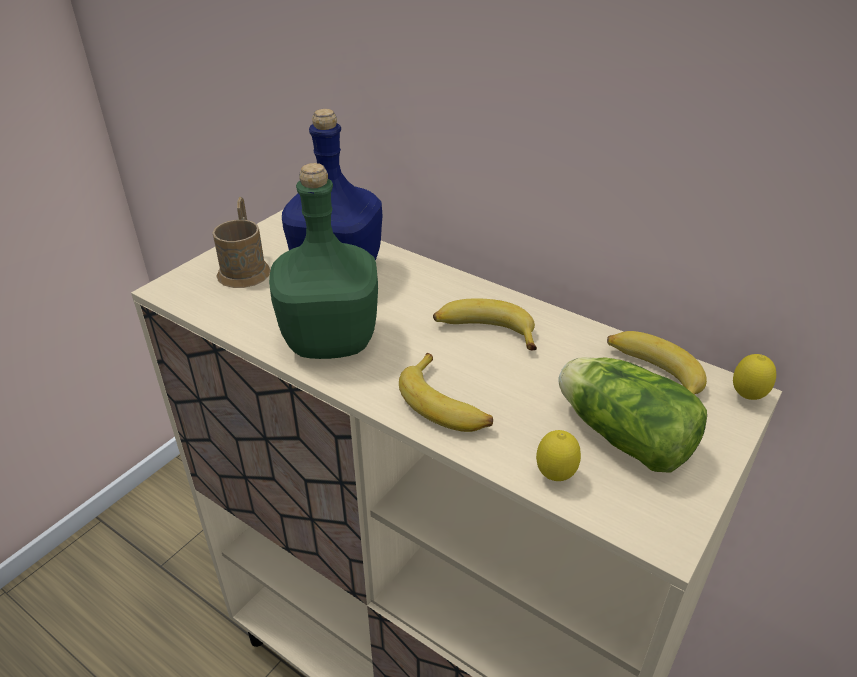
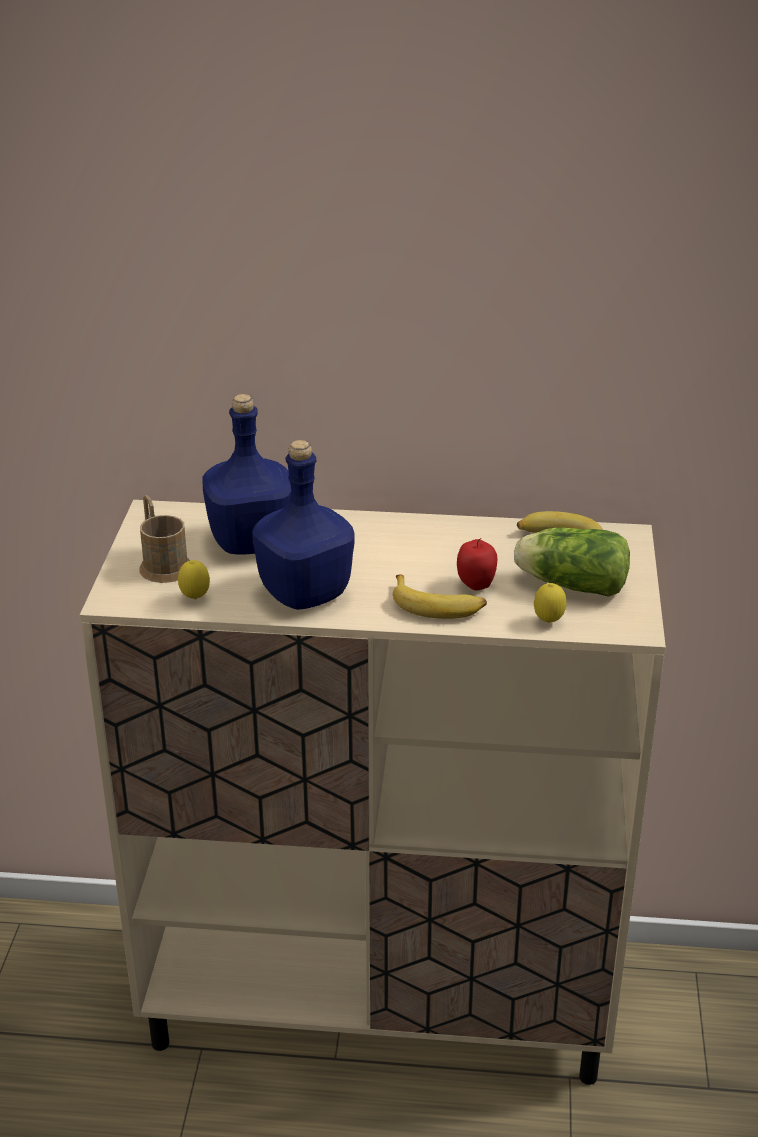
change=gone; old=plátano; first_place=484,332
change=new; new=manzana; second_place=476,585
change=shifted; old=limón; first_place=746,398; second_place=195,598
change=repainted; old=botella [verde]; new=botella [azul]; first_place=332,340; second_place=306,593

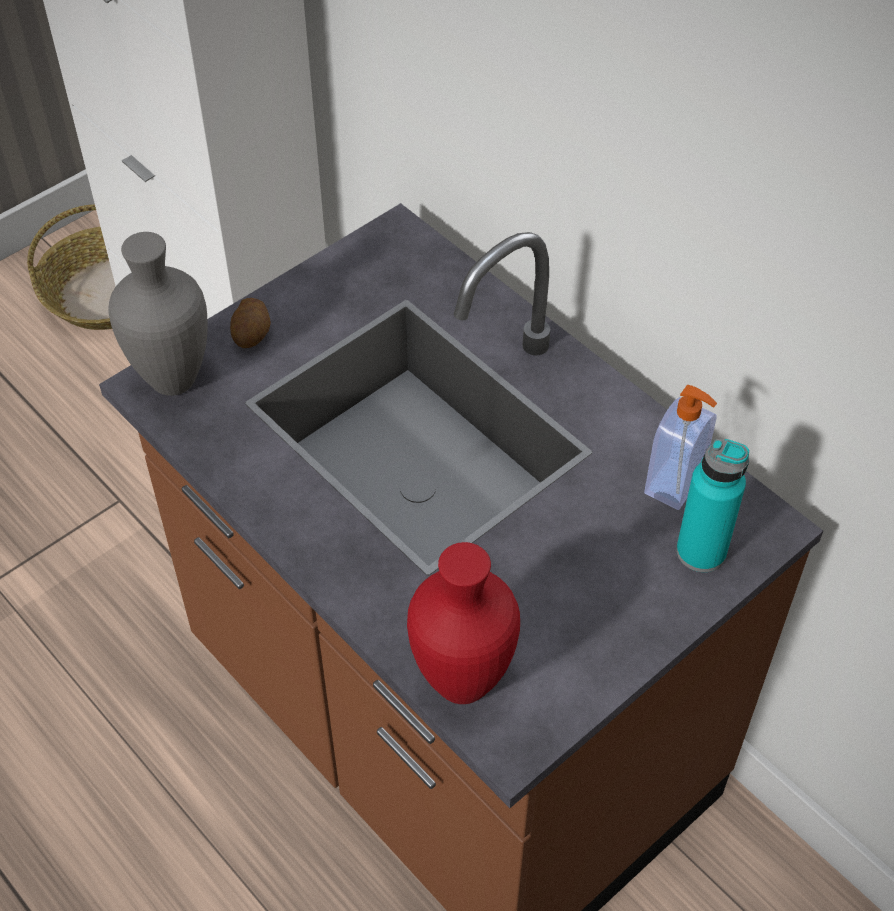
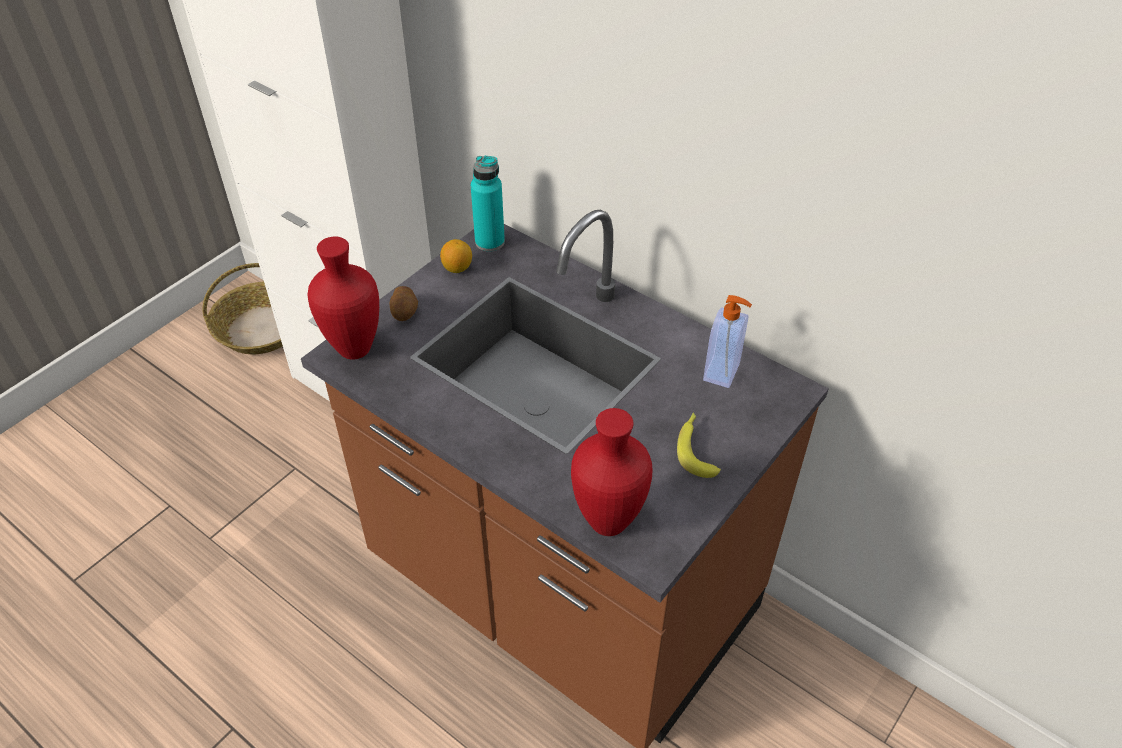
change=new; new=limón; second_place=457,268
change=new; new=plátano; second_place=696,448
change=shifted; old=botella [turquesa]; first_place=701,551; second_place=489,242
change=repainted; old=florero [gris]; new=florero [rojo]; first_place=176,379; second_place=356,348

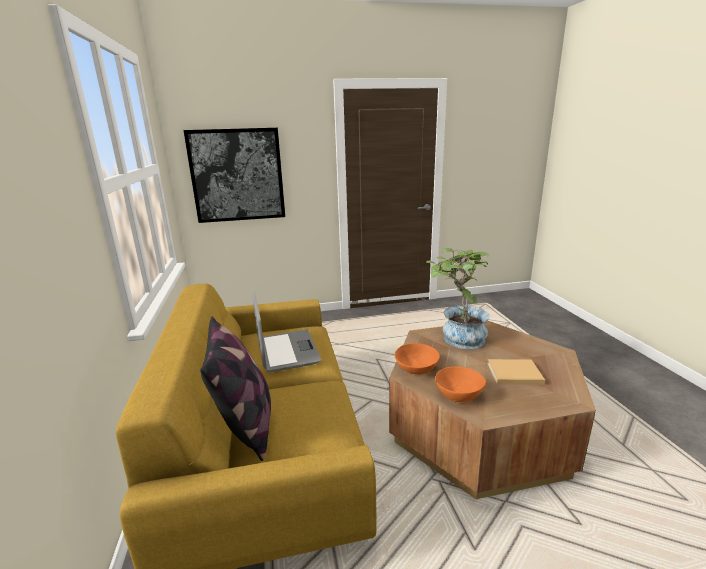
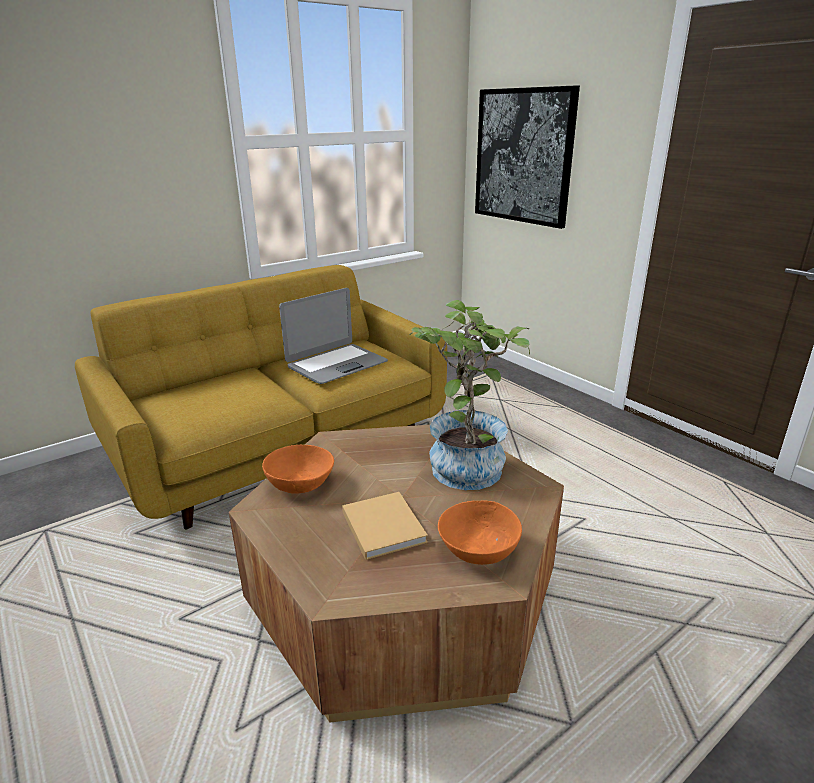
change=gone; old=cojín; first_place=246,425
change=shifted; old=cuenco [naranja]; first_place=416,369; second_place=478,550

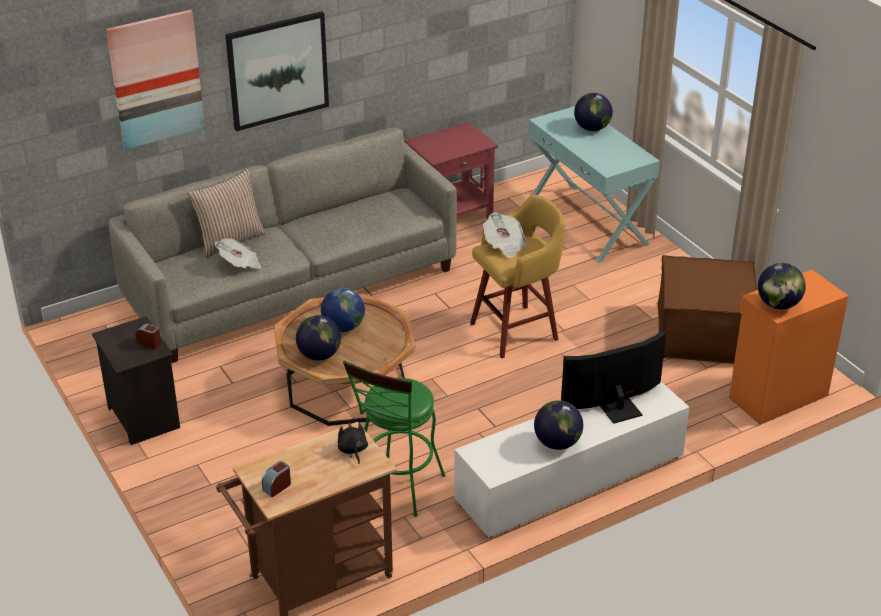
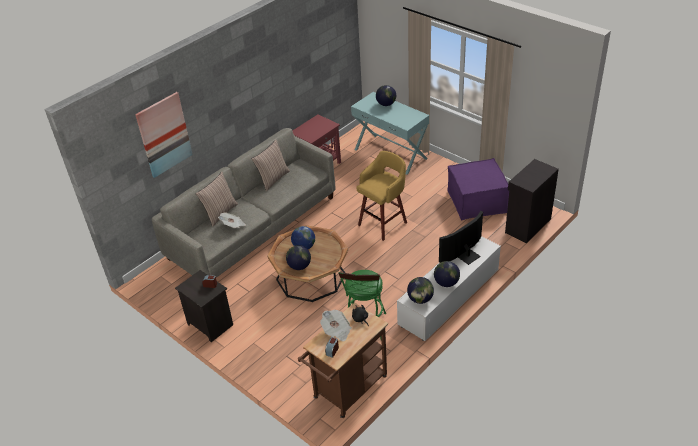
change=gone; old=cuadro; first_place=277,70
change=new; new=cojín; second_place=273,179
change=shifted; old=periódico; first_place=504,245; second_place=336,331
change=shifted; old=globo terráqueo; first_place=778,305; second_place=420,299
change=repainted; old=puf [marrón]; new=puf [morado]; first_place=703,334; second_place=477,201
change=repainted; old=armario [naranja]; new=armario [negro]; first_place=776,396; second_place=527,225

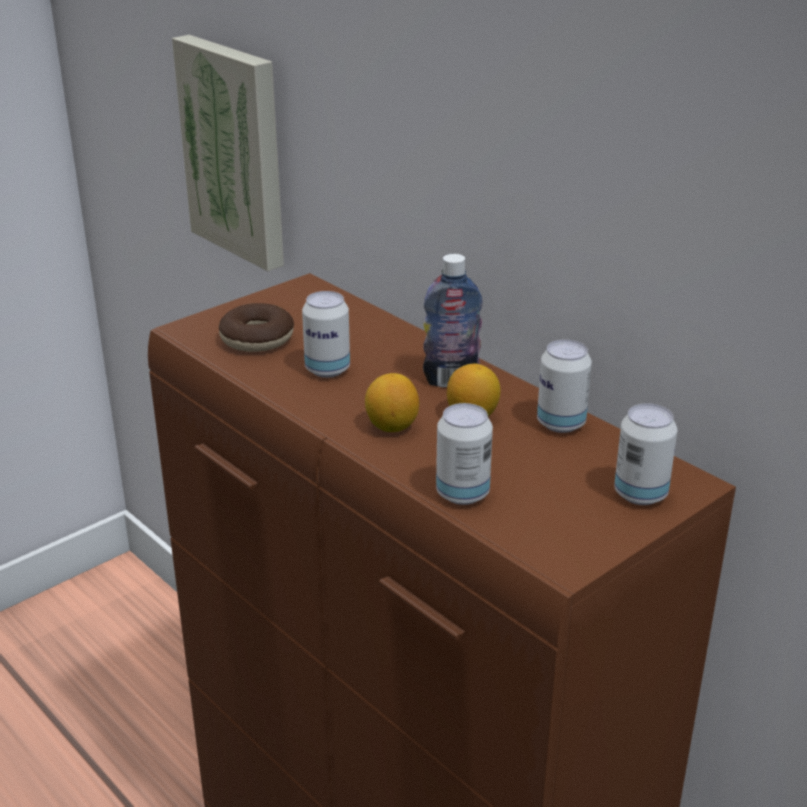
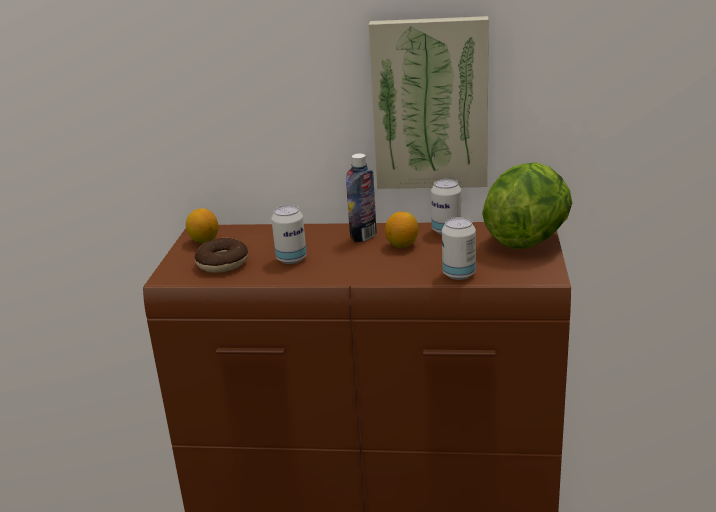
change=shifted; old=cuadro; first_place=236,151; second_place=430,103
change=shifted; old=limón; first_place=392,426; second_place=204,240
change=swapped; old=lata; new=lechuga; first_place=640,494; second_place=527,240

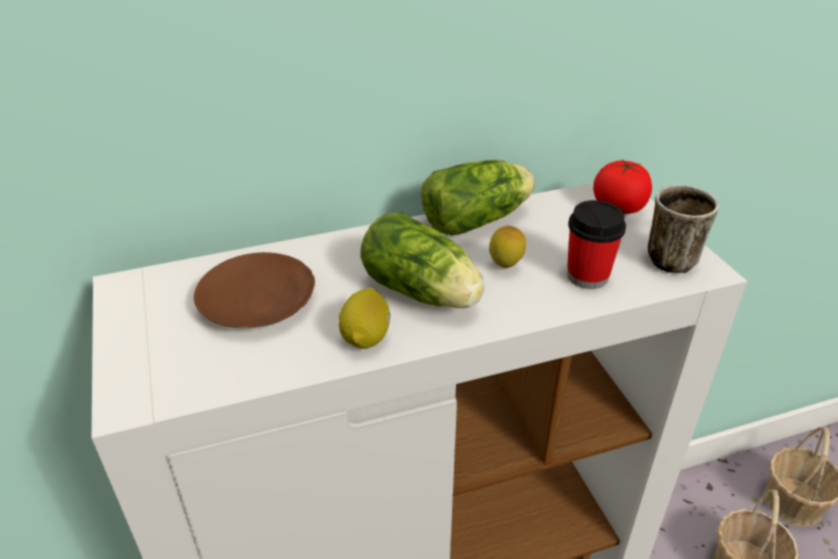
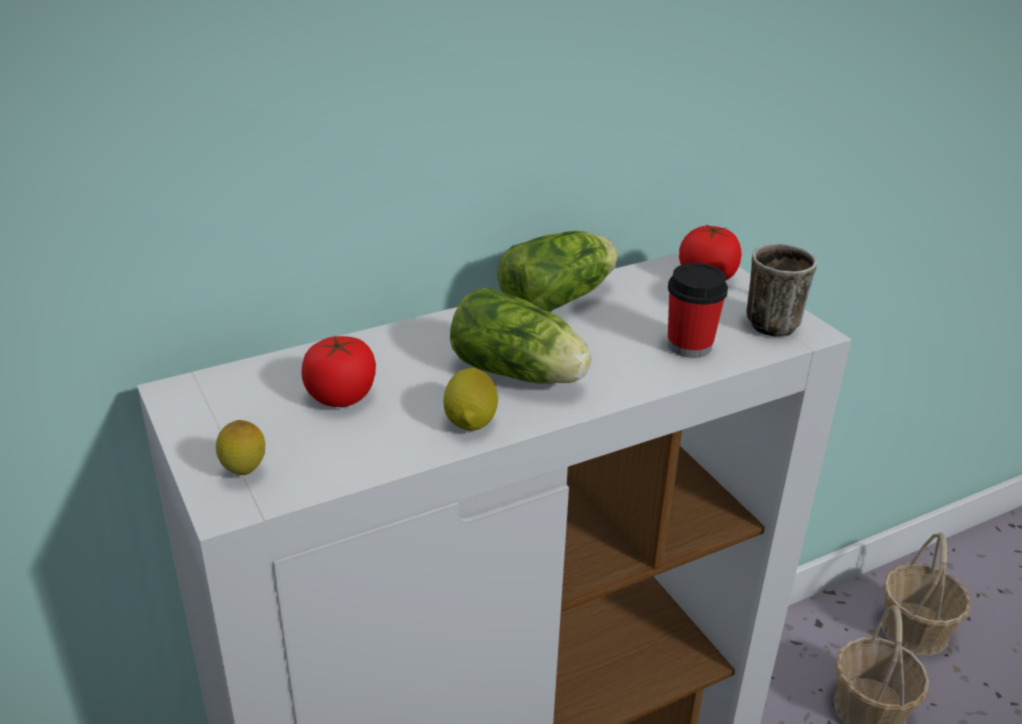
change=shifted; old=limón; first_place=505,267; second_place=244,473
change=swapped; old=plato [marrón]; new=tomate; first_place=259,302; second_place=341,396

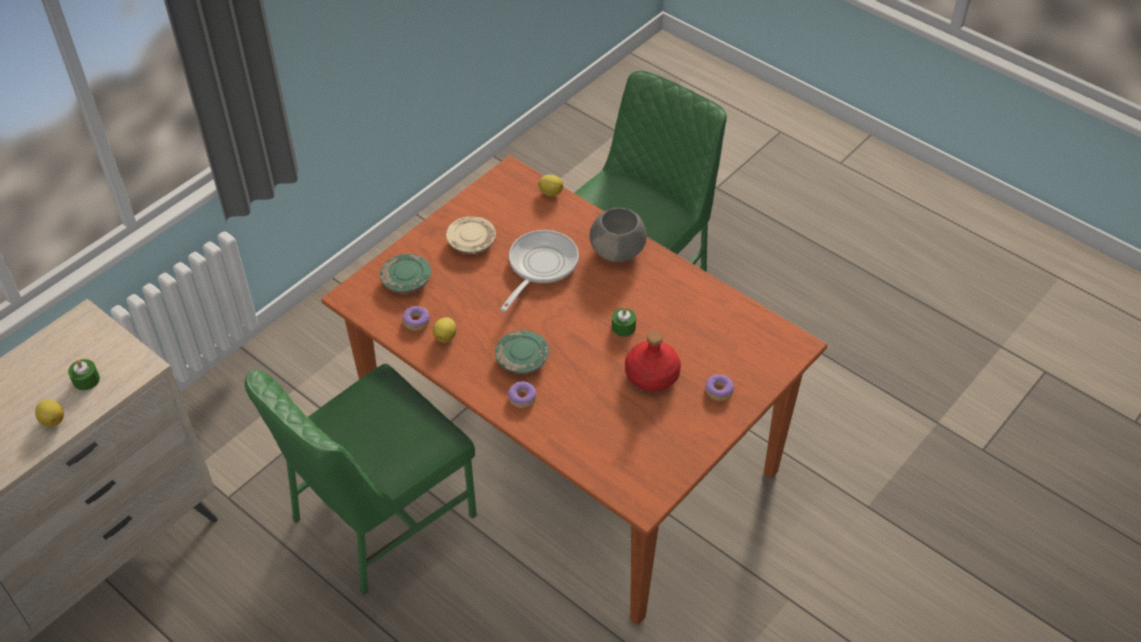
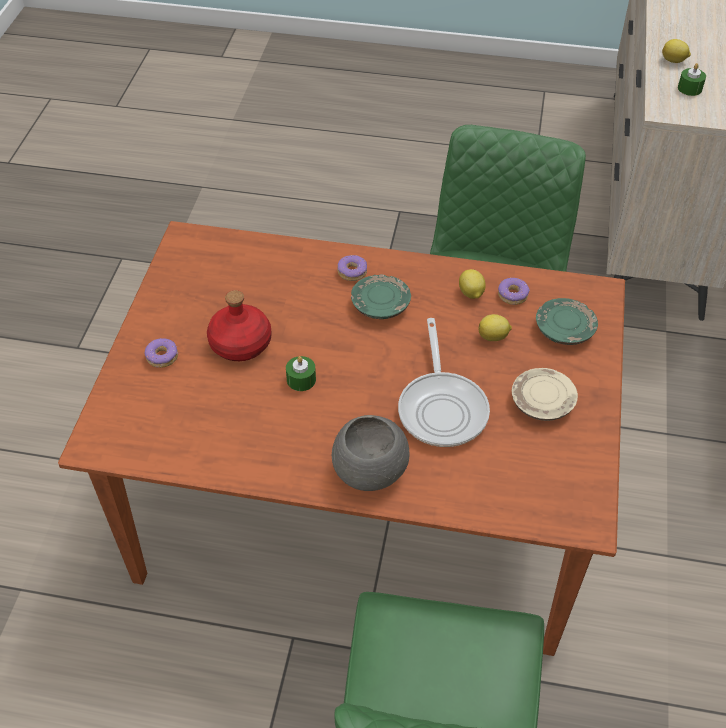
change=shifted; old=limón; first_place=550,192; second_place=493,337

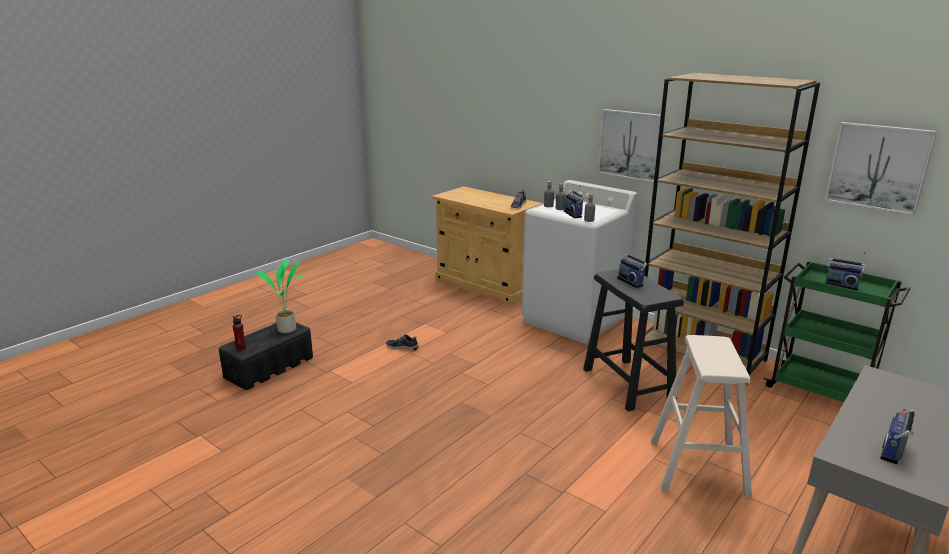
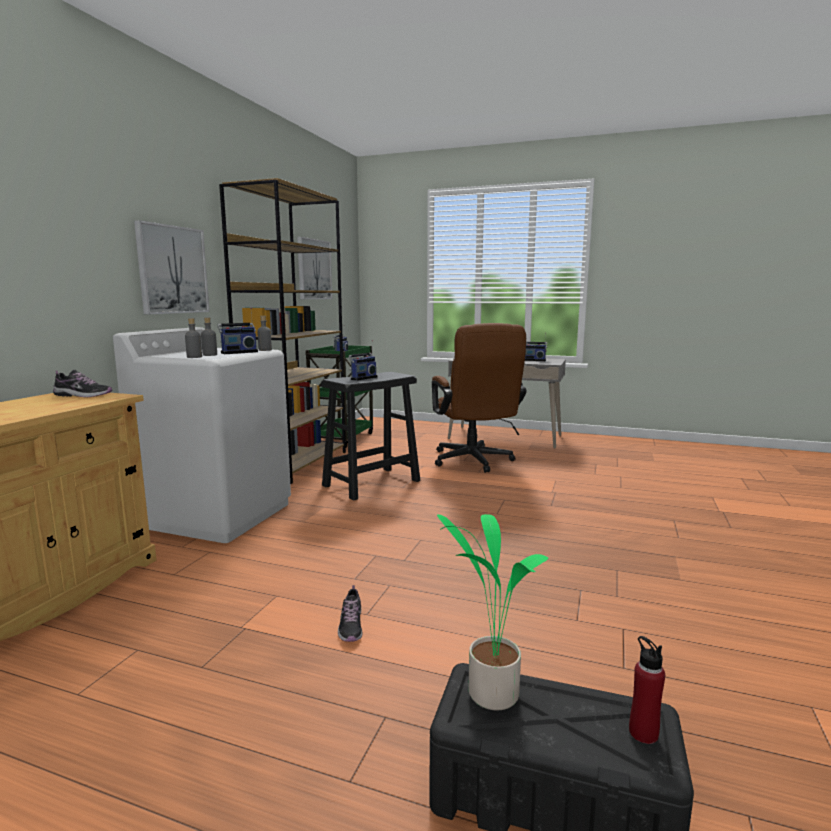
change=swapped; old=taburete [beis]; new=silla de oficina [marrón]; first_place=698,467; second_place=474,462

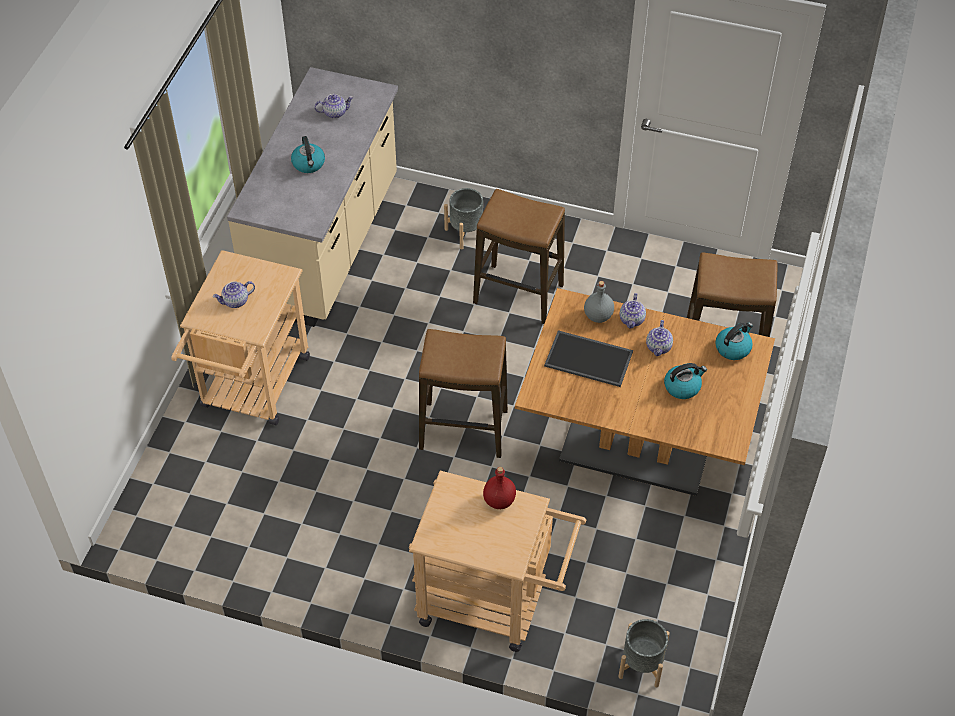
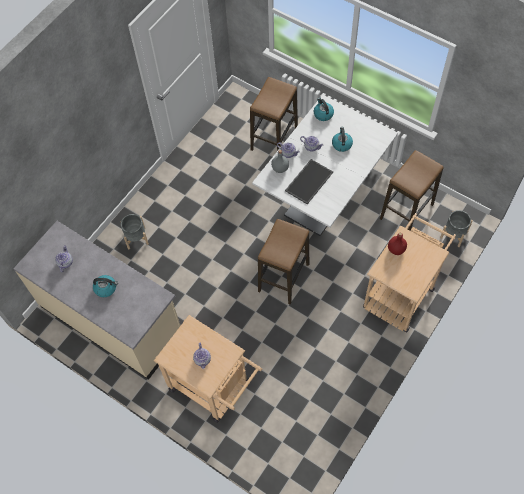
change=shifted; old=taburete; first_place=518,294; second_place=406,212
change=repainted; old=mesa de comedor [marrón]; new=mesa de comedor [blanco]; first_place=636,448; second_place=322,197

